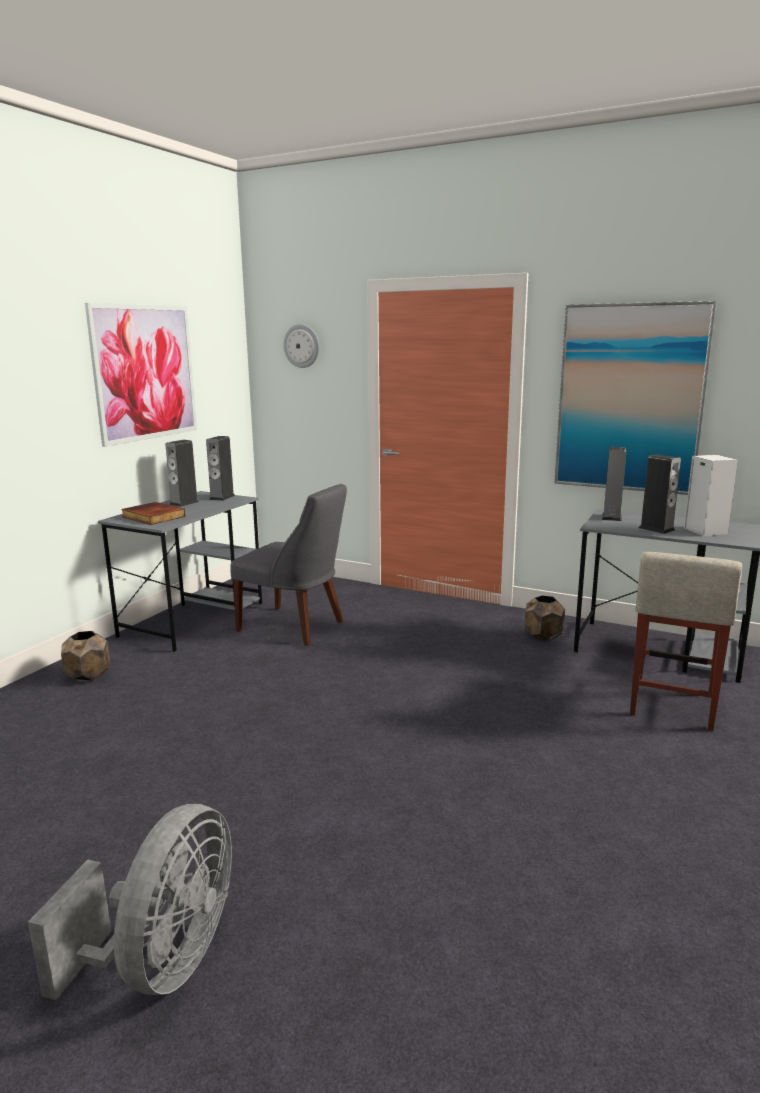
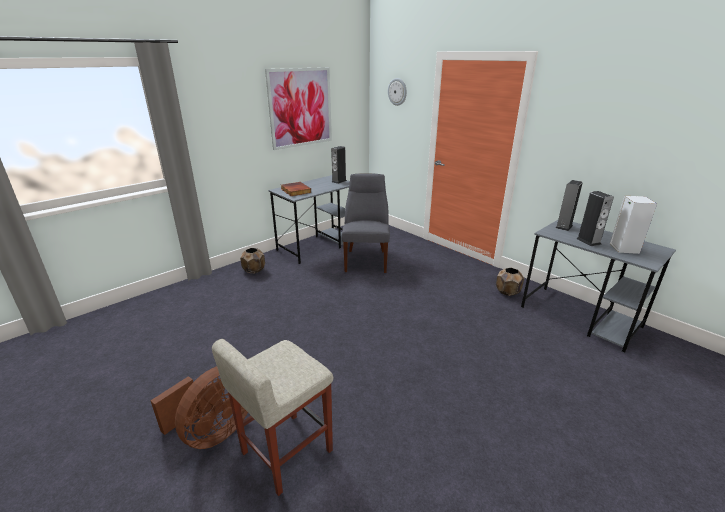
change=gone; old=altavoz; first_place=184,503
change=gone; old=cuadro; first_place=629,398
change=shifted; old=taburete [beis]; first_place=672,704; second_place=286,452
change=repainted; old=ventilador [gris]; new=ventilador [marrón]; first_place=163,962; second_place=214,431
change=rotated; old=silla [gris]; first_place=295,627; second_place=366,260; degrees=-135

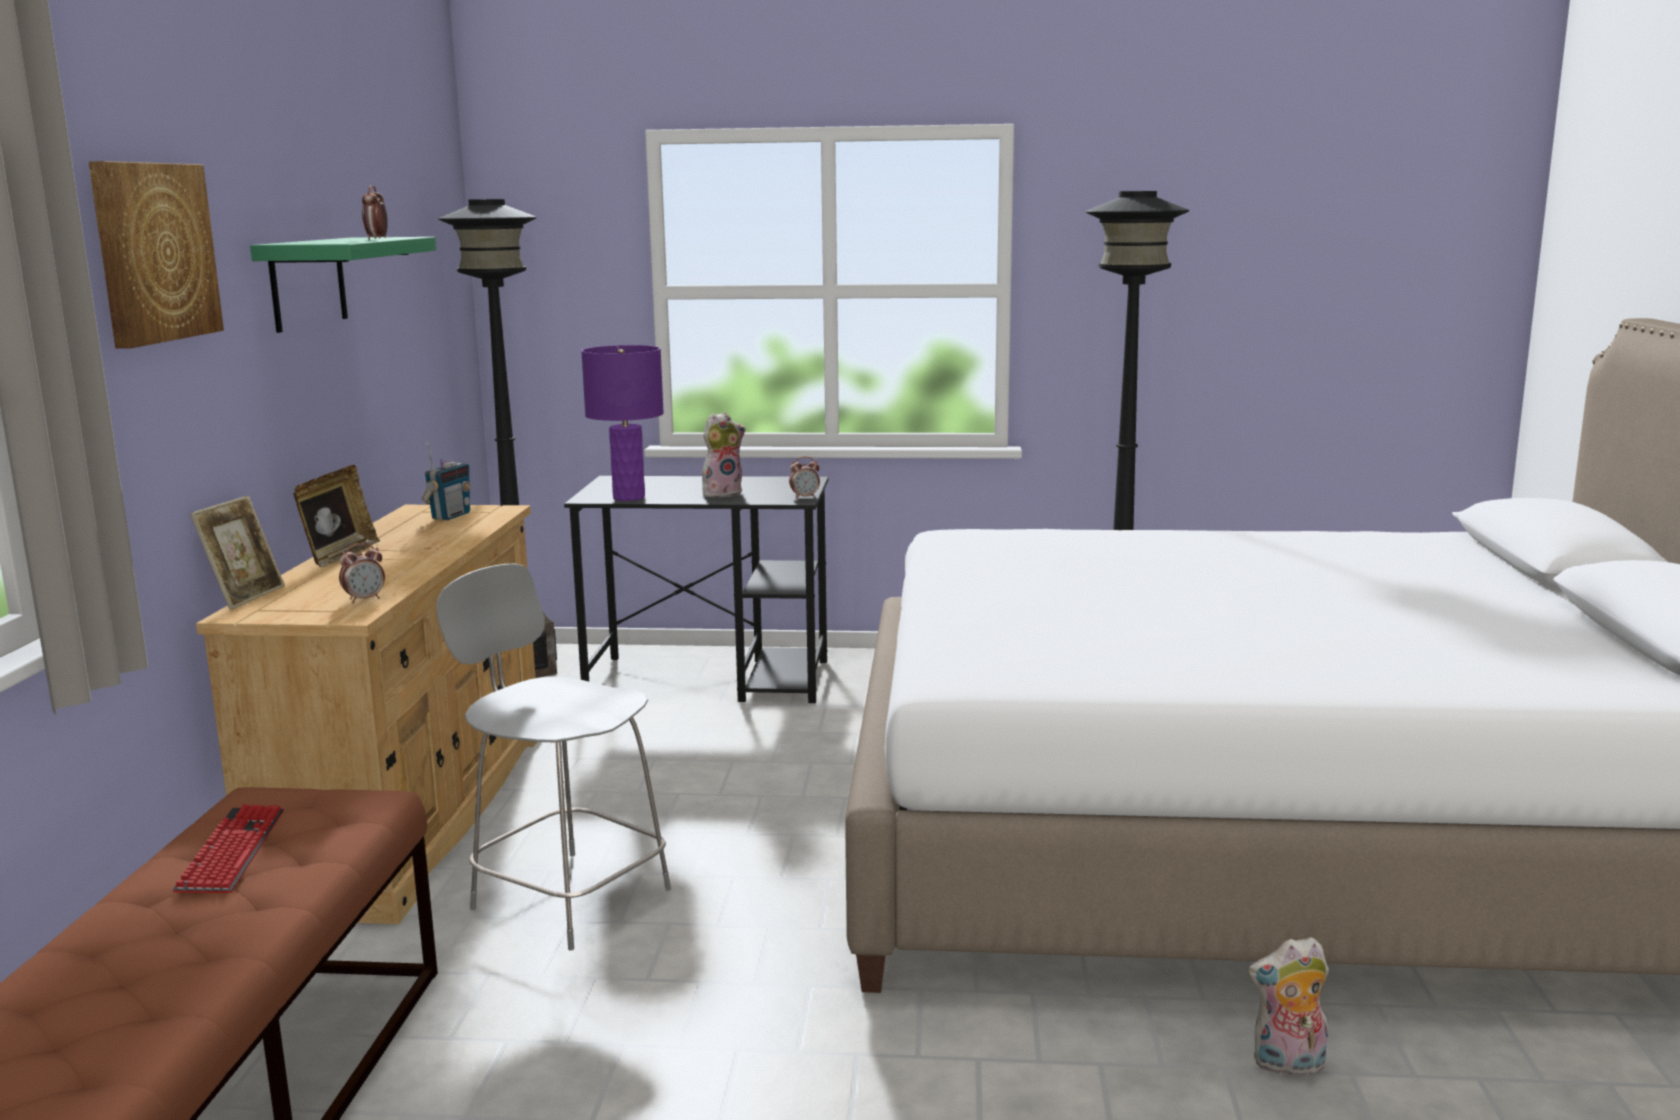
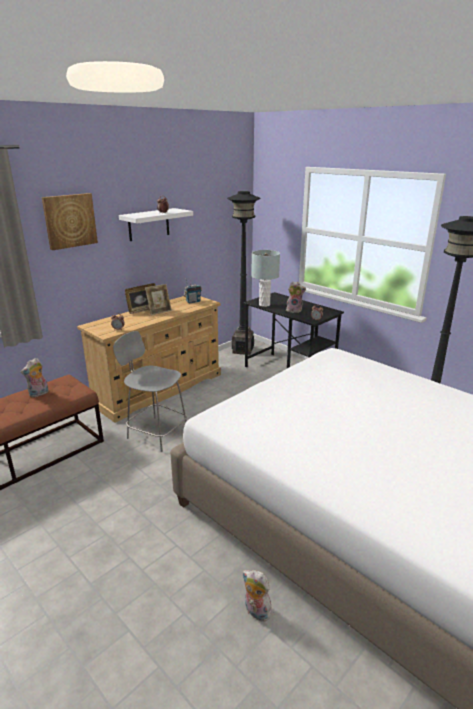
change=shifted; old=portarretratos; first_place=245,597; second_place=159,311
change=swapped; old=teclado; new=peluche; first_place=232,852; second_place=39,394
change=repainted; old=estante [verde]; new=estante [blanco]; first_place=308,283; second_place=148,224
change=repainted; old=lámpara de mesa [morado]; new=lámpara de mesa [gris]; first_place=628,497; second_place=264,304
change=rotated; old=silla [gris]; first_place=566,897; second_place=156,433; degrees=-45

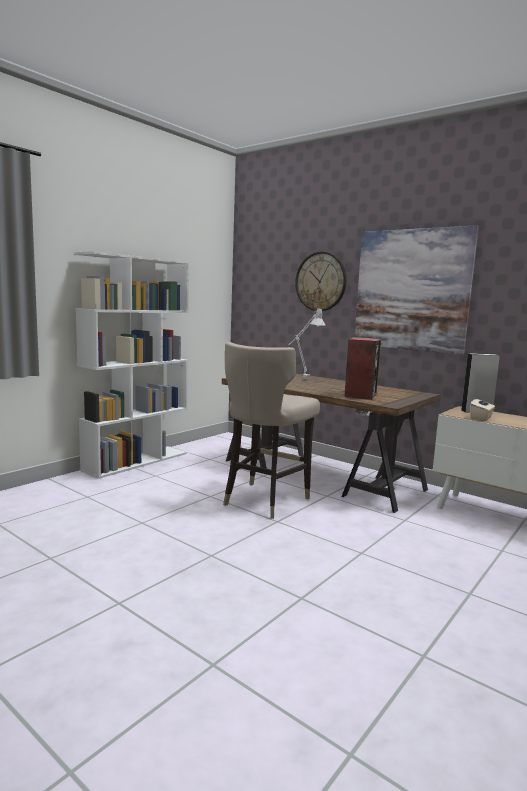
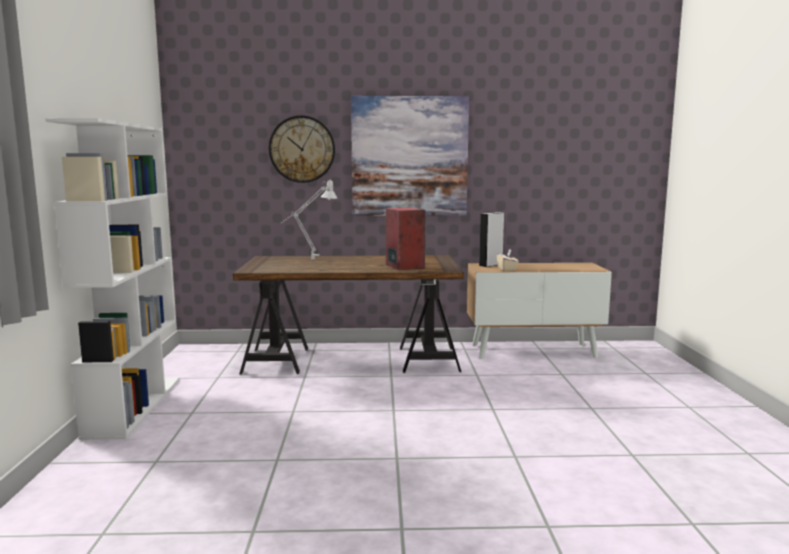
change=gone; old=taburete [beis]; first_place=265,500

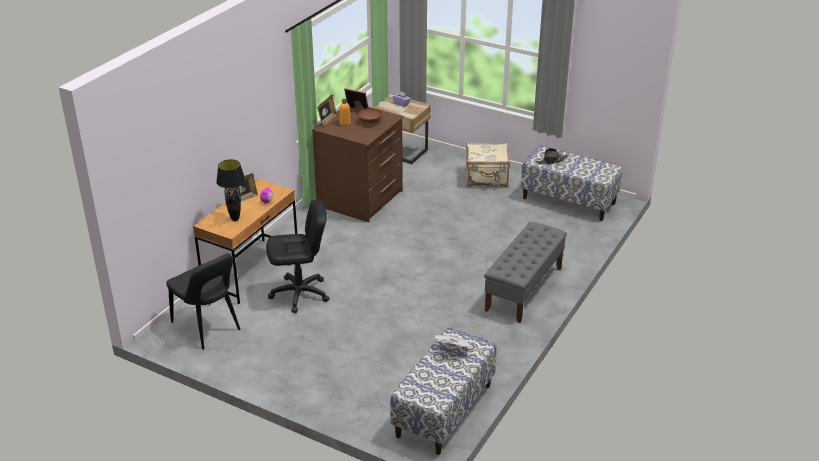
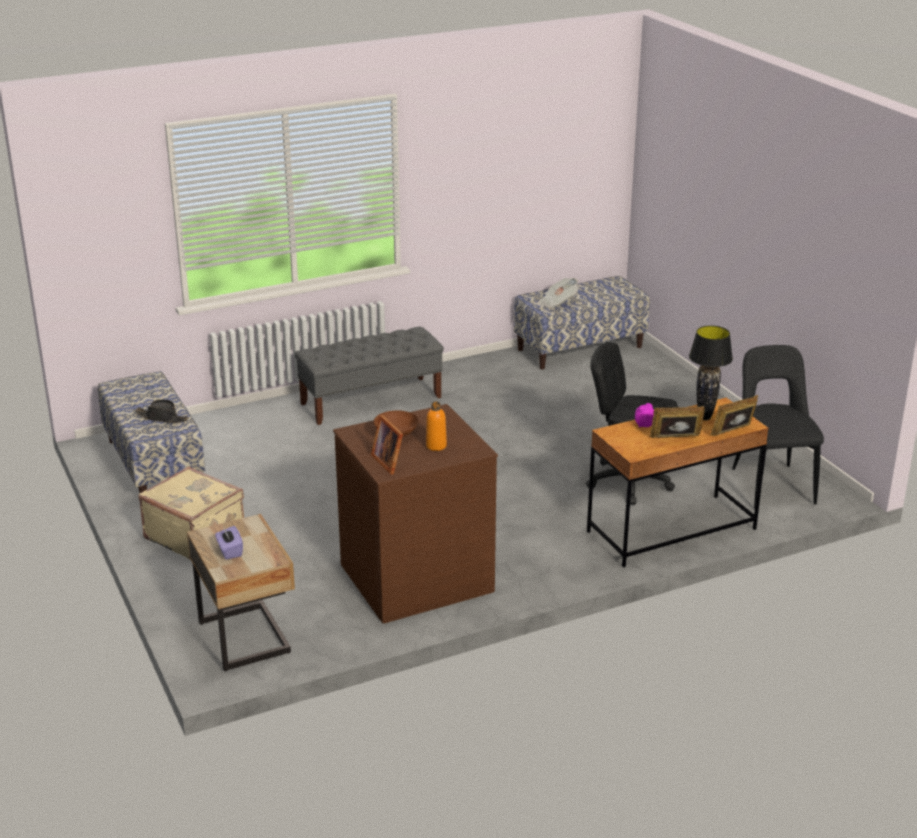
change=shifted; old=portarretratos; first_place=327,120; second_place=733,432

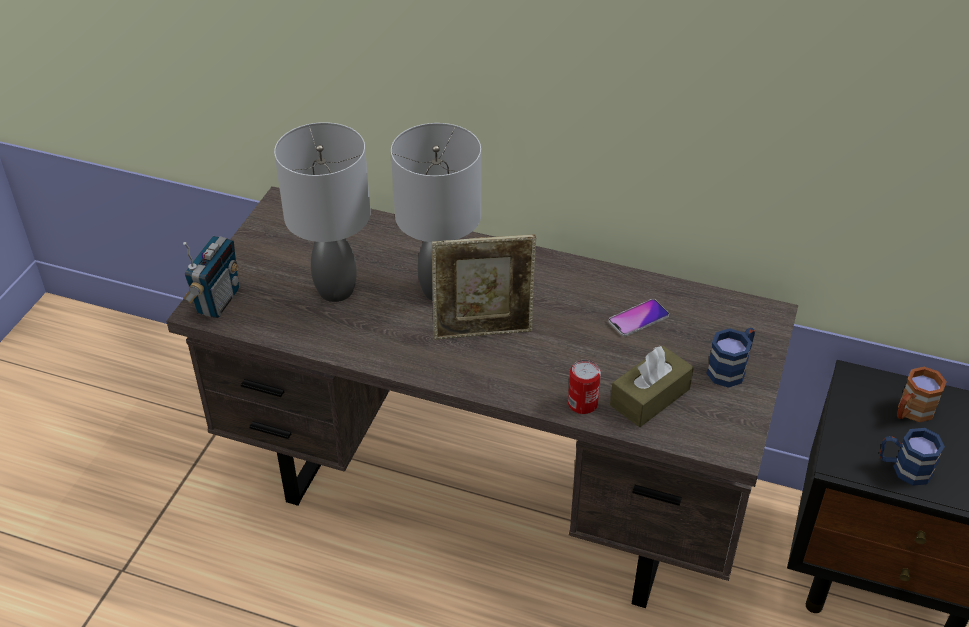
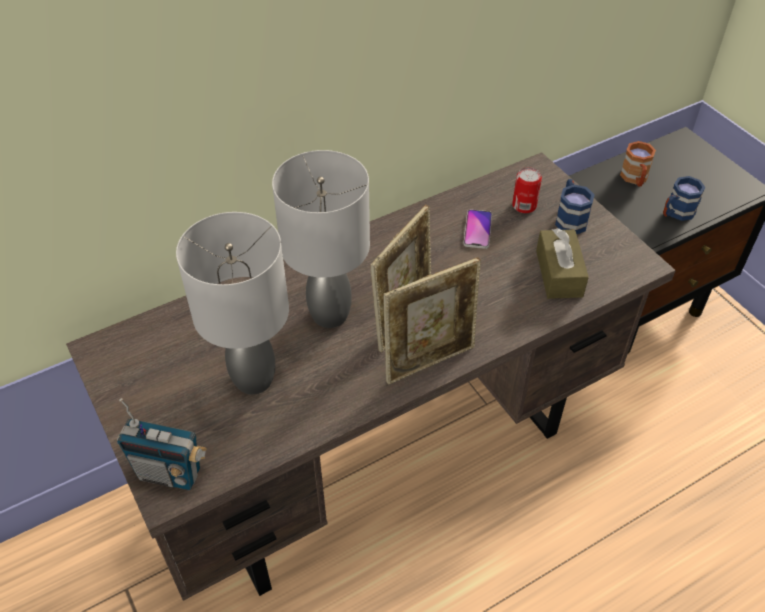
change=new; new=portarretratos; second_place=429,361
change=shifted; old=lata; first_place=582,404; second_place=524,206
change=rotated; old=radio; first_place=217,301; second_place=170,473; degrees=135

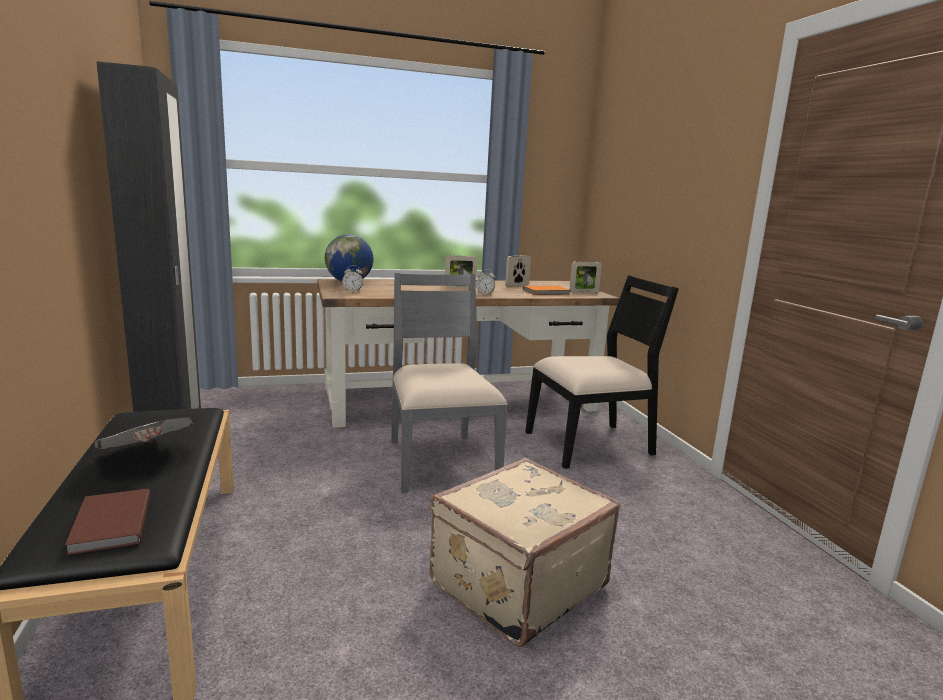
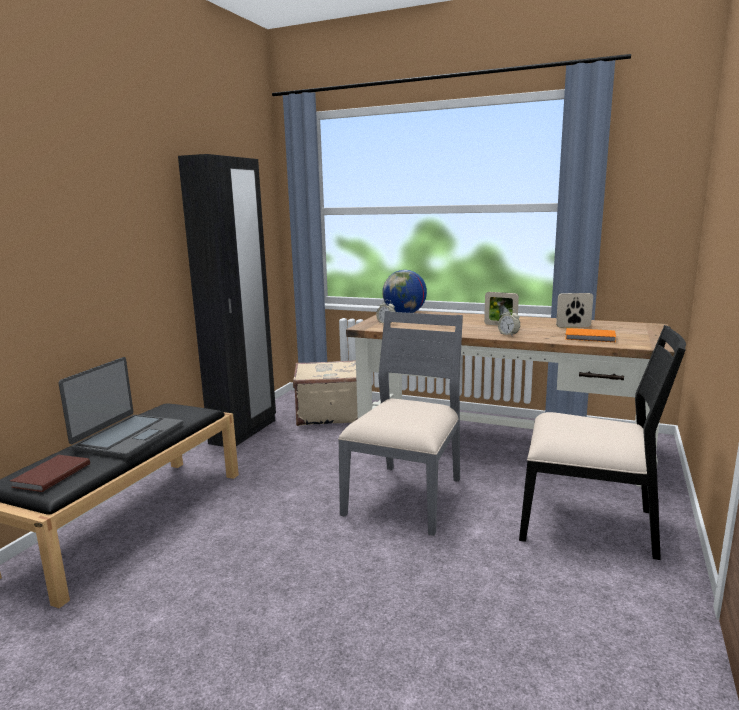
change=gone; old=portarretratos; first_place=583,292
change=shifted; old=maleta [beis]; first_place=515,584; second_place=329,414
change=swapped; old=periódico; new=portátil; first_place=146,456; second_place=128,437

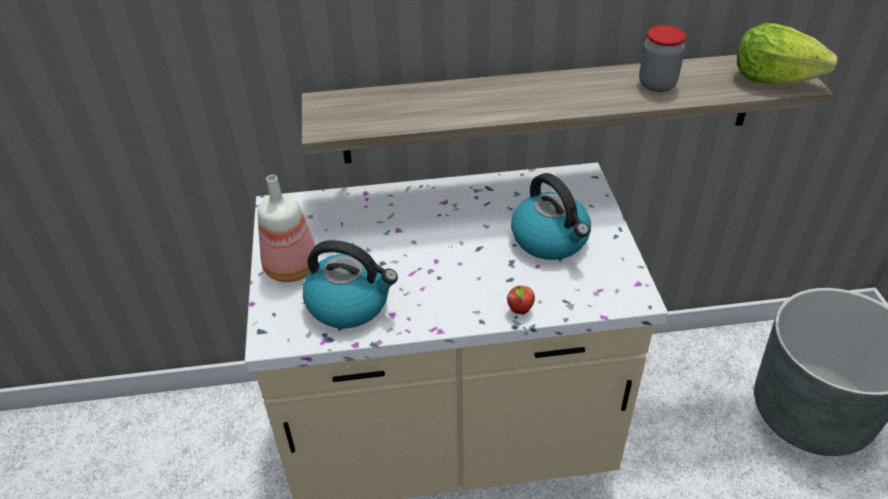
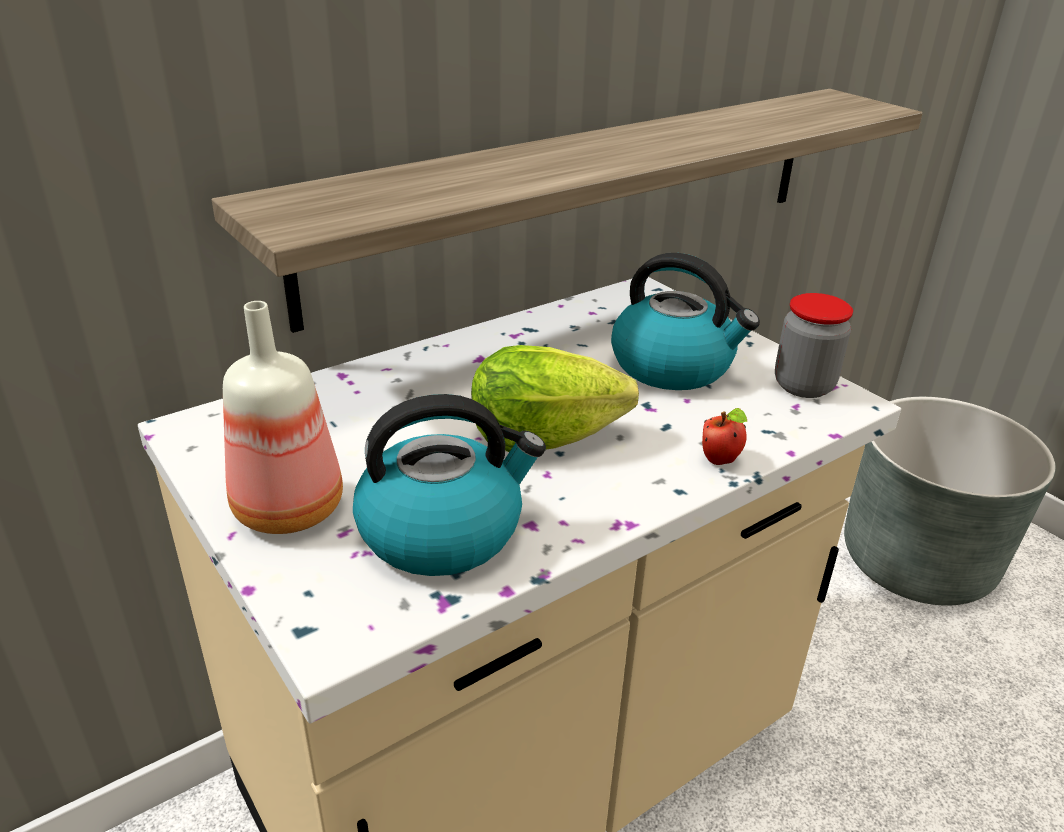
change=shifted; old=tarro; first_place=657,84; second_place=803,386
change=shifted; old=lechuga; first_place=772,79; second_place=542,438

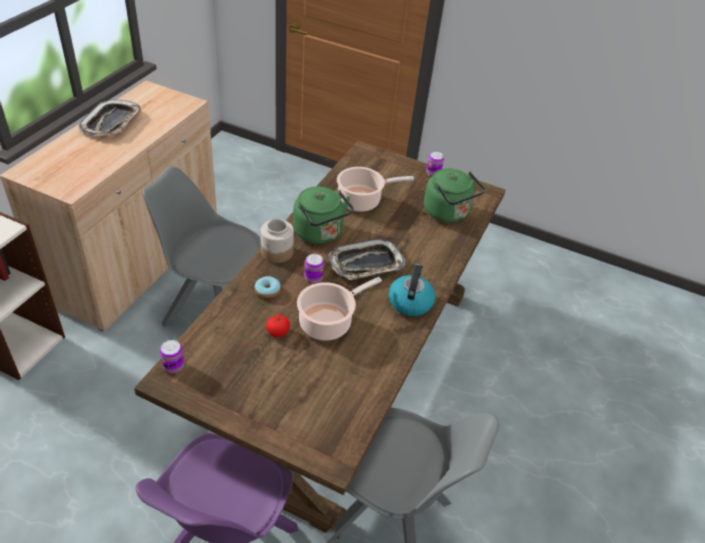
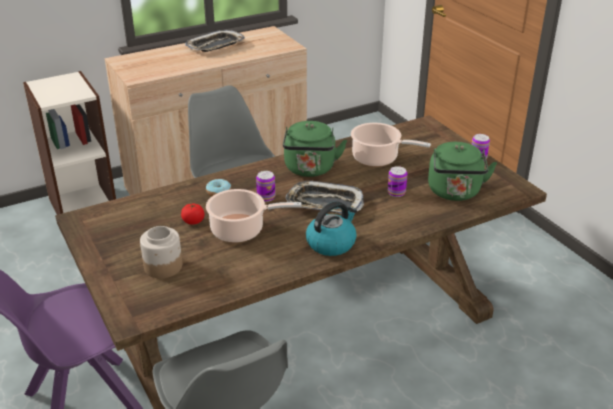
change=shifted; old=lata; first_place=173,366; second_place=396,192
change=shifted; old=tarro; first_place=277,252; second_place=163,267

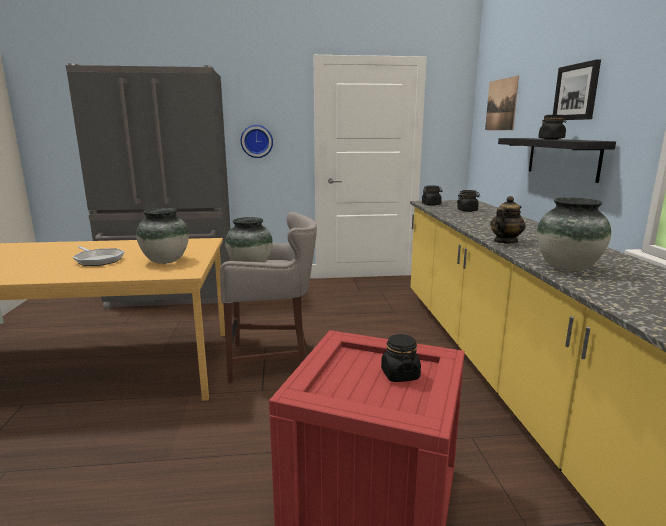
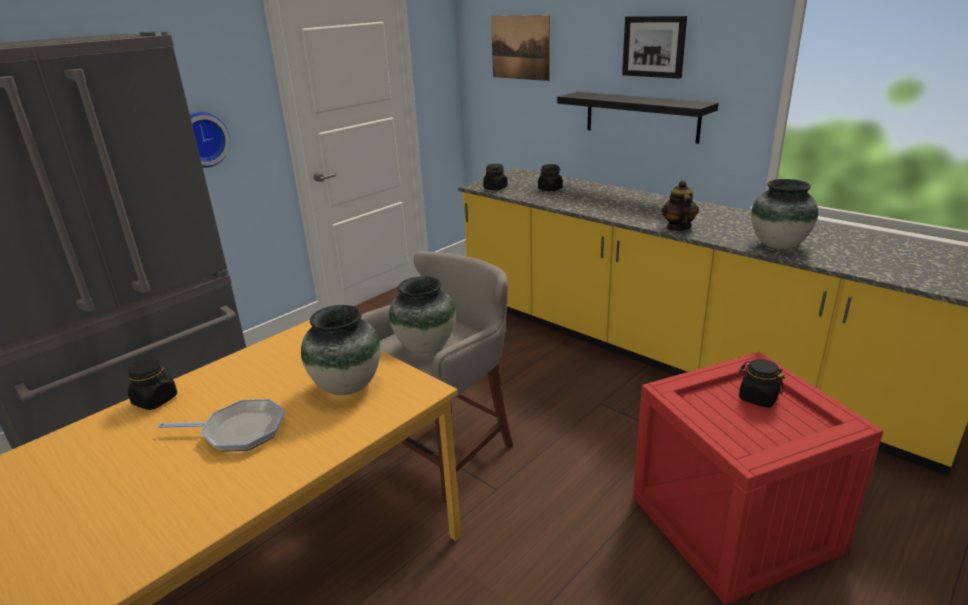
change=shifted; old=tarro [negro]; first_place=551,139; second_place=155,400

